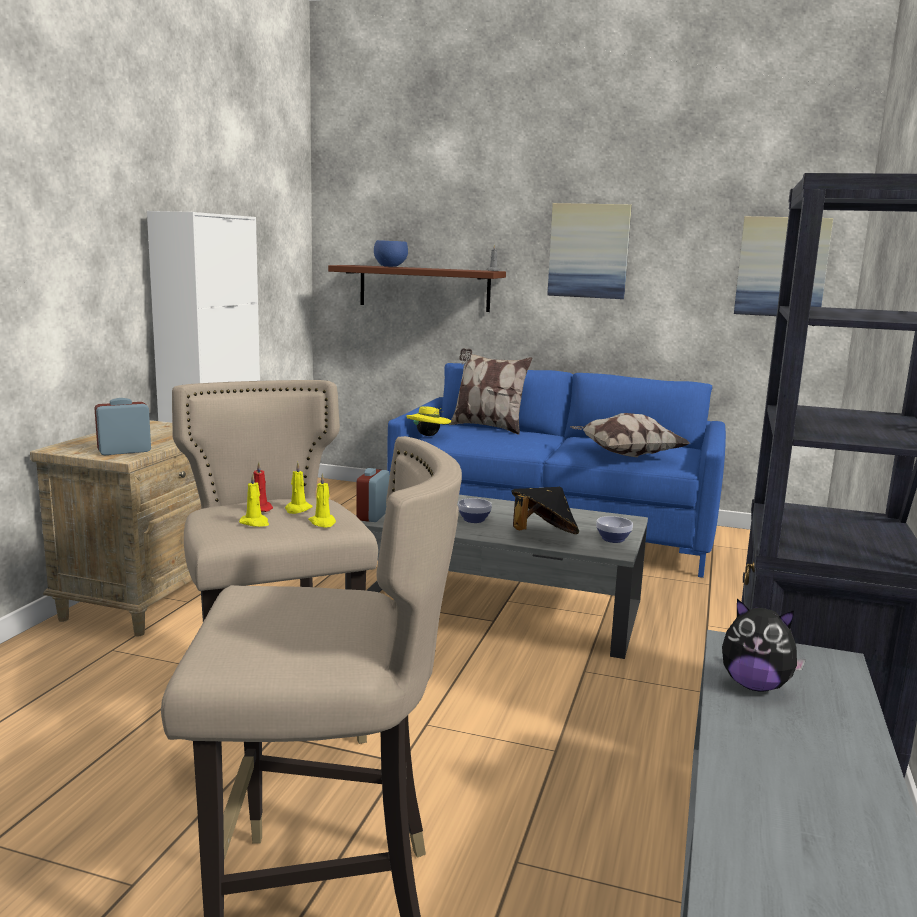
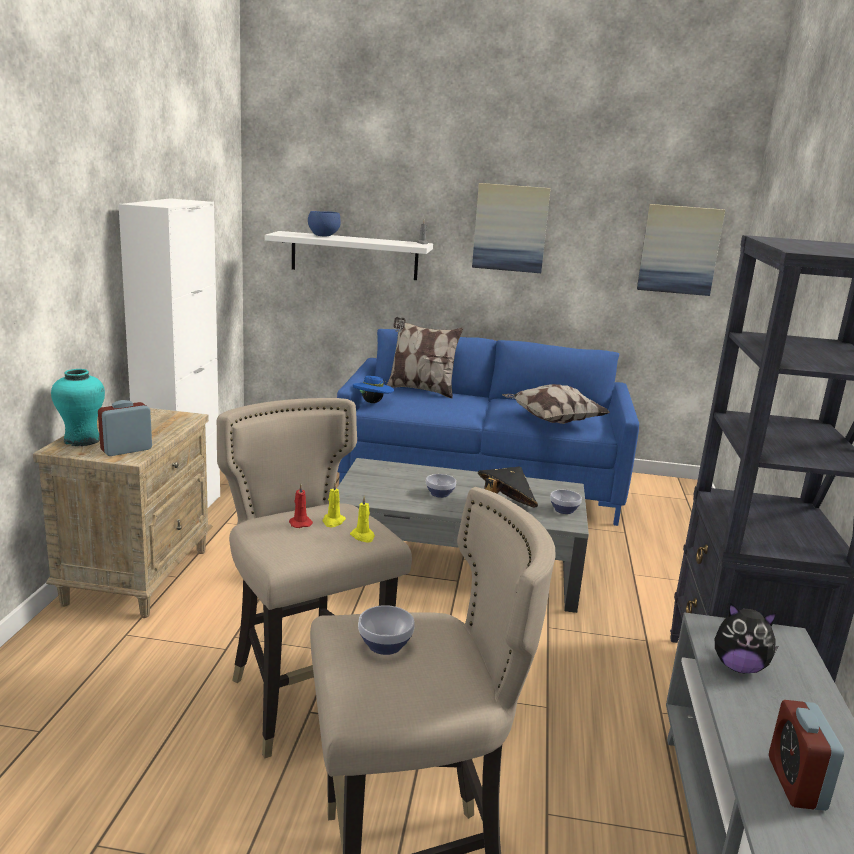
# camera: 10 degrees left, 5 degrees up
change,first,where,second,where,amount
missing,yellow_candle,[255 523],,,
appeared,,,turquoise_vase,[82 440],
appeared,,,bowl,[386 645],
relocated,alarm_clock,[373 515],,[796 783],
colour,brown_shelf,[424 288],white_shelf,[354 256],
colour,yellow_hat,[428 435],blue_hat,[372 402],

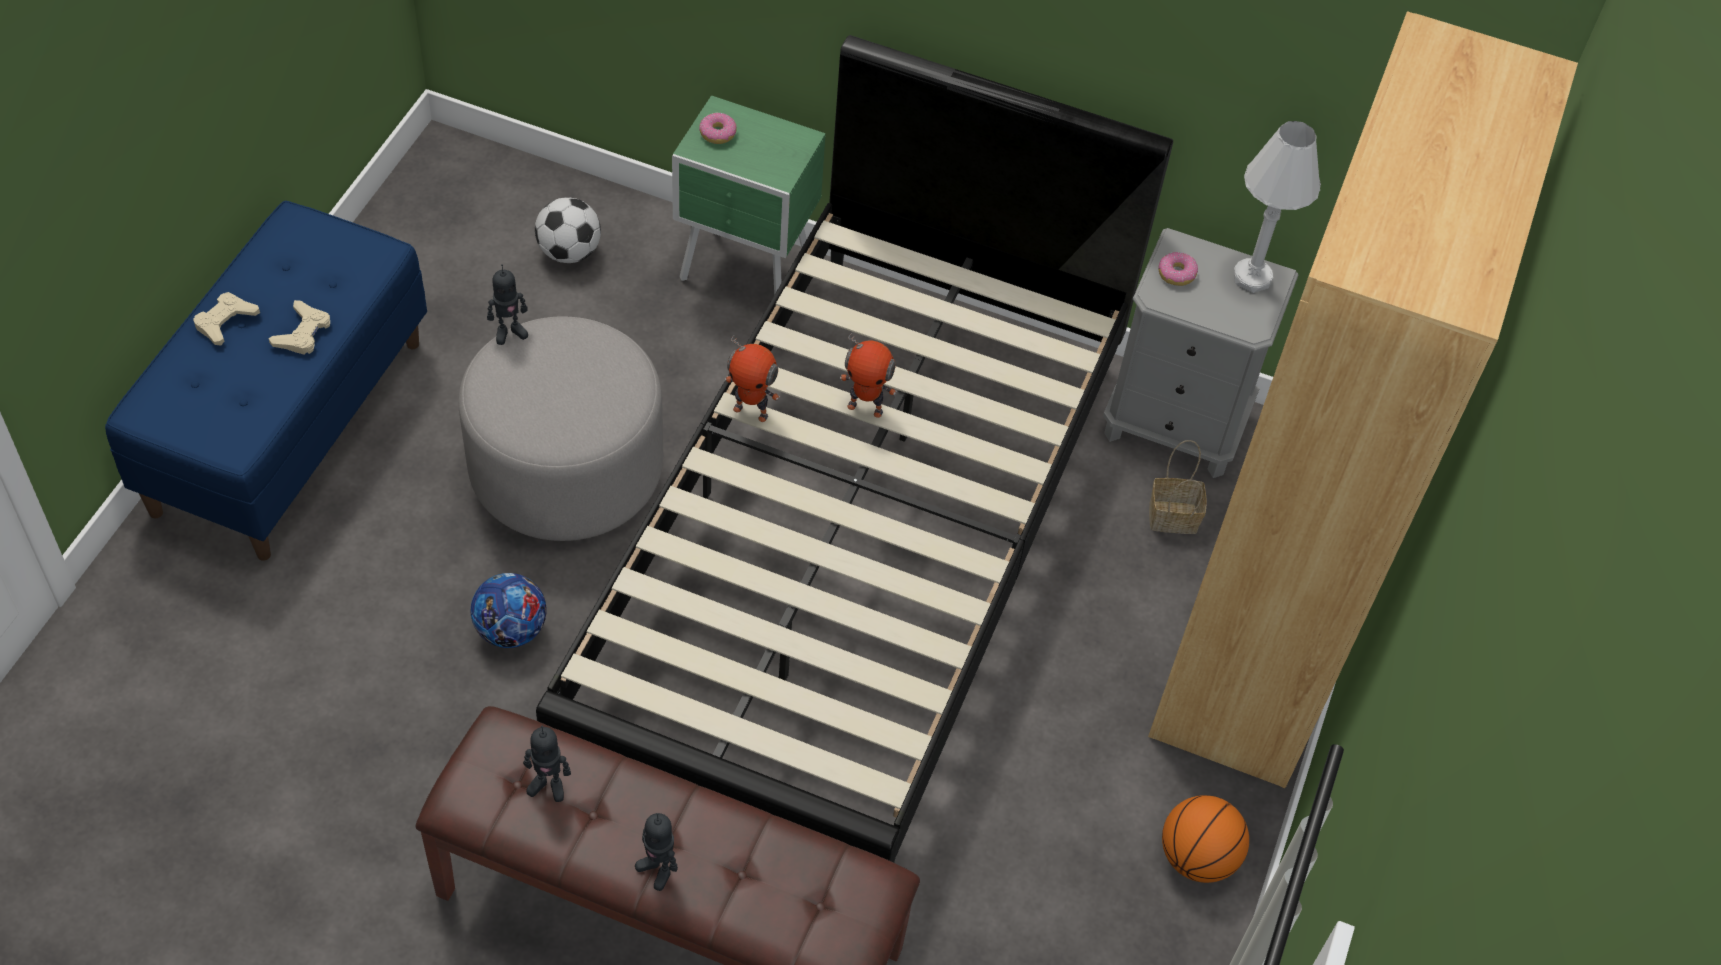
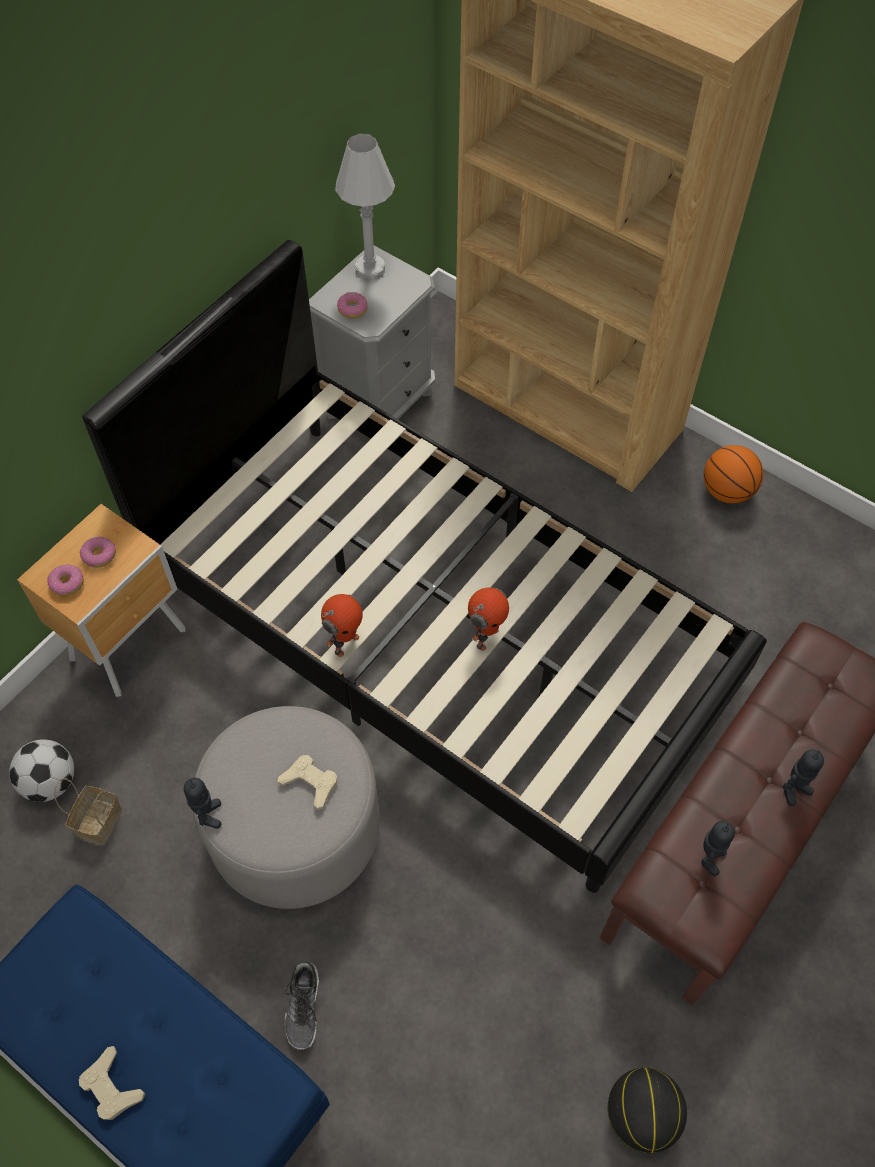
# camera: 70 degrees left, 5 degrees up
change,first,where,second,where,amount
missing,football,[511 630],,,
appeared,,,donut,[99 556],
appeared,,,shoe,[304 1007],
appeared,,,basketball,[640 1115],
relocated,beige_game_controller,[303 333],,[310 783],
relocated,toy_robot,[866 407],,[486 637],
relocated,basket,[1174 516],,[99 820],
colour,green_nightstand,[747 273],brown_nightstand,[131 644],

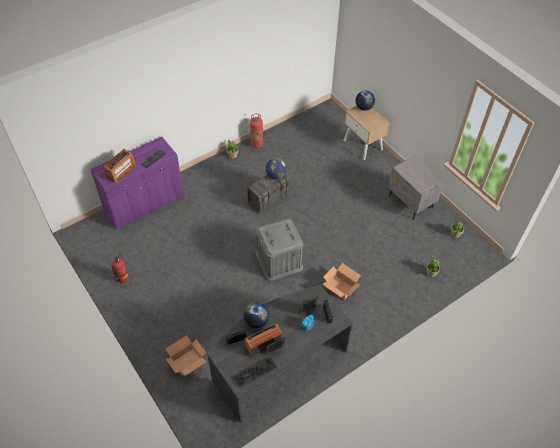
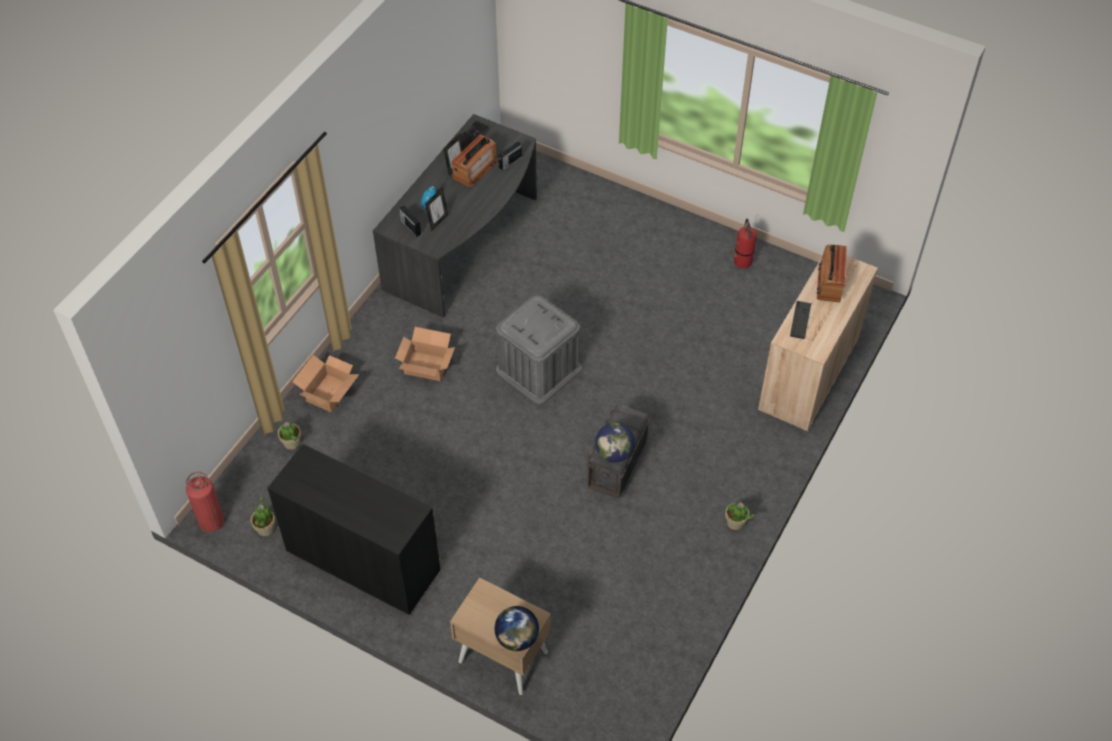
# camera: 155 degrees right, 0 degrees up
change,first,where,second,where,amount
missing,globe,[256 321],,,
relocated,cardboard_box,[187 362],,[329 393],
relocated,fire_extinguisher,[257 144],,[211 522],
exchanged,grey_nightstand,[410 202],black_cabinet,[363 561],
colour,purple_cabinet,[144 203],beige_cabinet,[808 374],

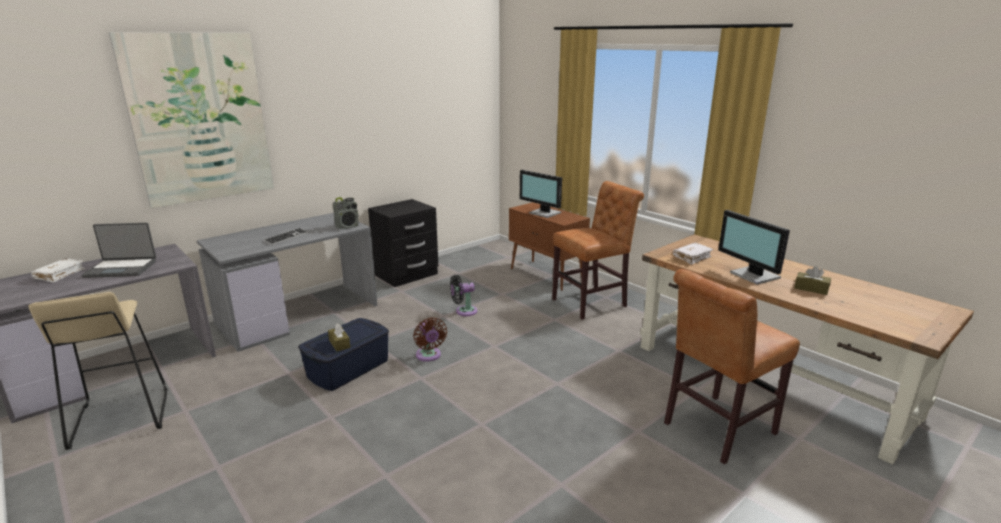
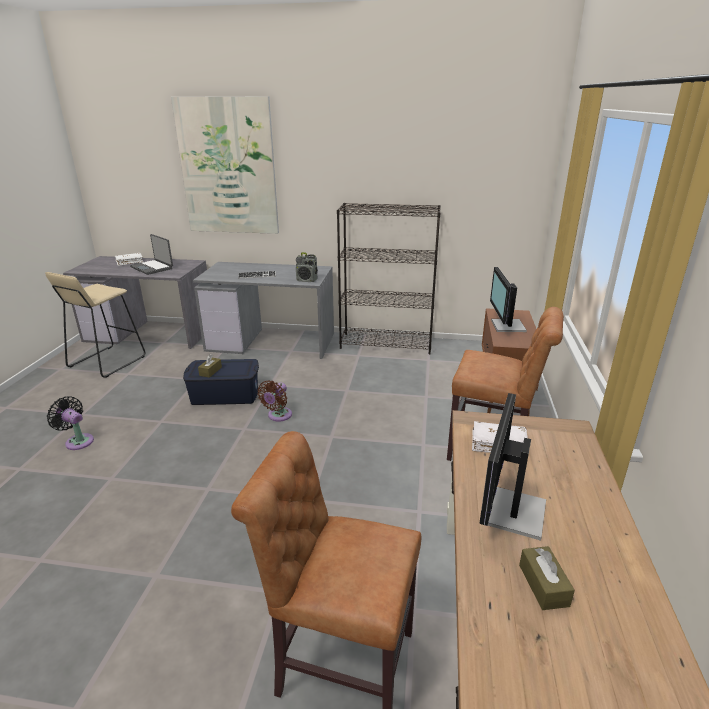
# camera: 50 degrees right, 5 degrees up
change,first,where,second,where,amount
relocated,black_fan,[464 311],,[78 441],
exchanged,black_nightstand,[406 275],black_bookcase,[386 343],

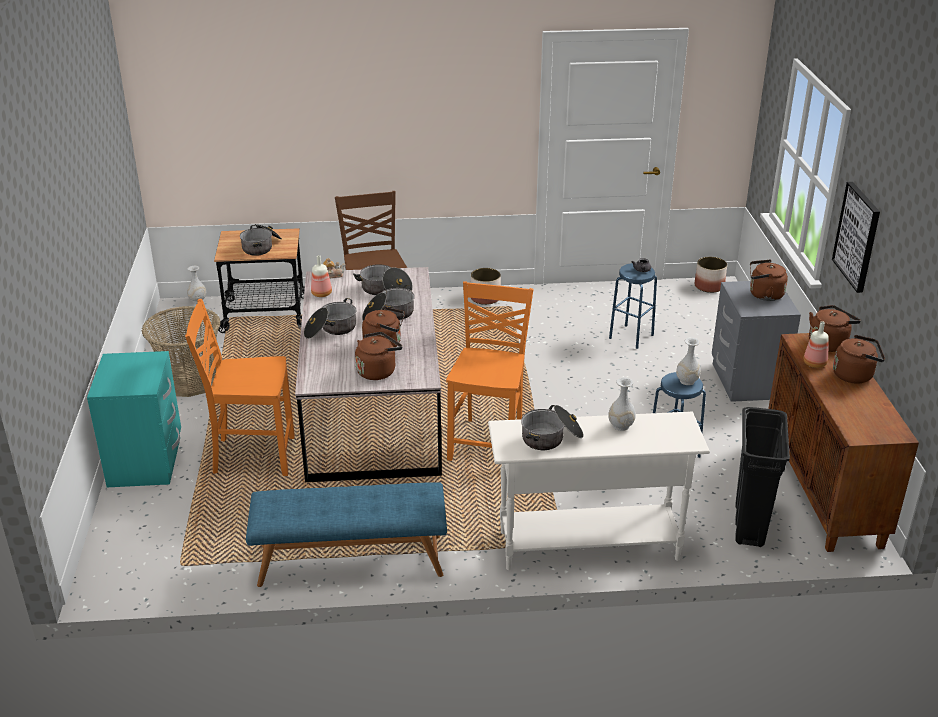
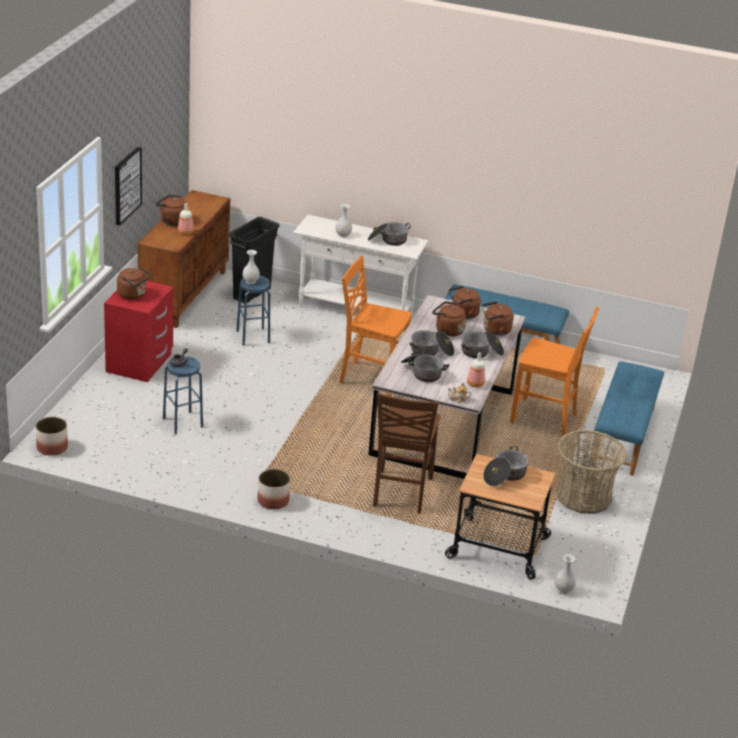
# camera: 160 degrees left, 0 degrees up
change,first,where,second,where,amount
relocated,brown_kettle,[828 343],,[495 331],
exchanged,turquoise_nightstand,[146 462],blue_bench,[623 437],
colour,grey_nightstand,[746 381],red_nightstand,[140 363],
spun,orange_chair,[488 442],,[370 379],75 degrees clockwise

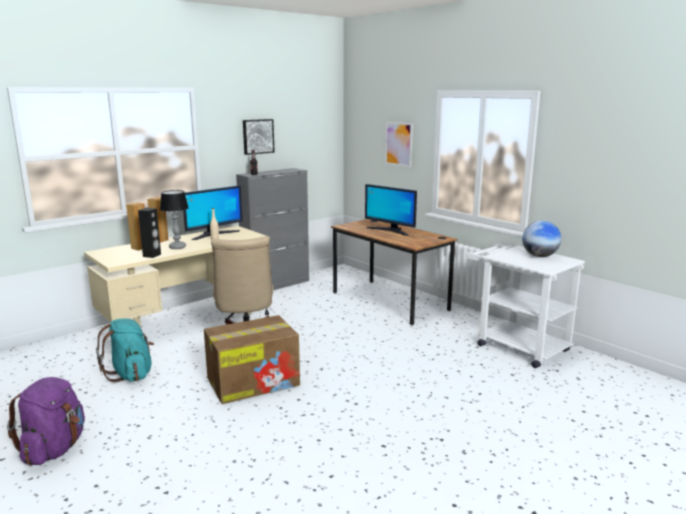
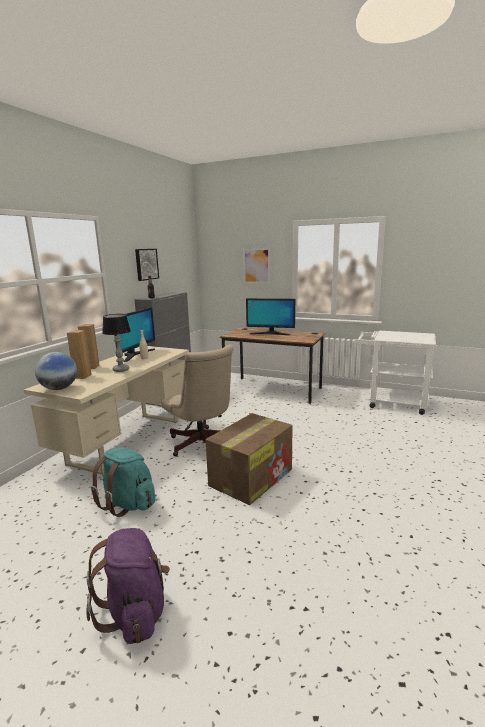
# camera: 25 degrees left, 0 degrees up
change,first,where,second,where,amount
missing,black_speaker,[152 255],,,
relocated,globe,[539 256],,[59 388],

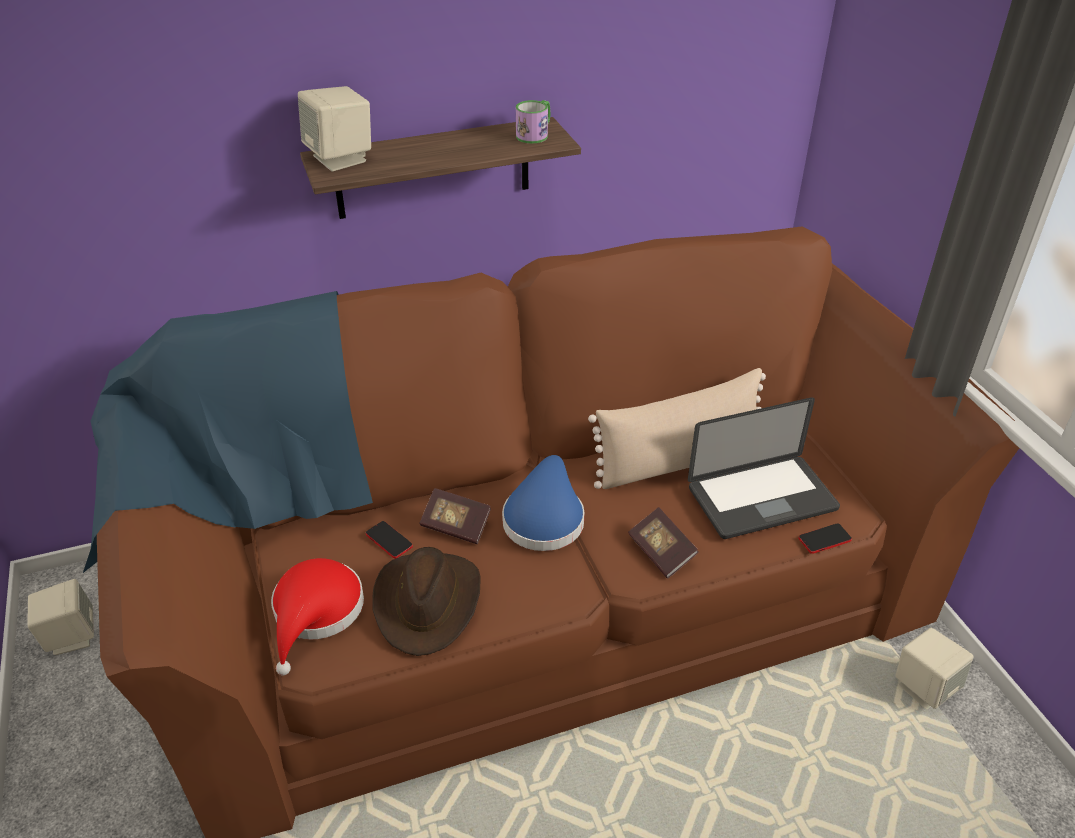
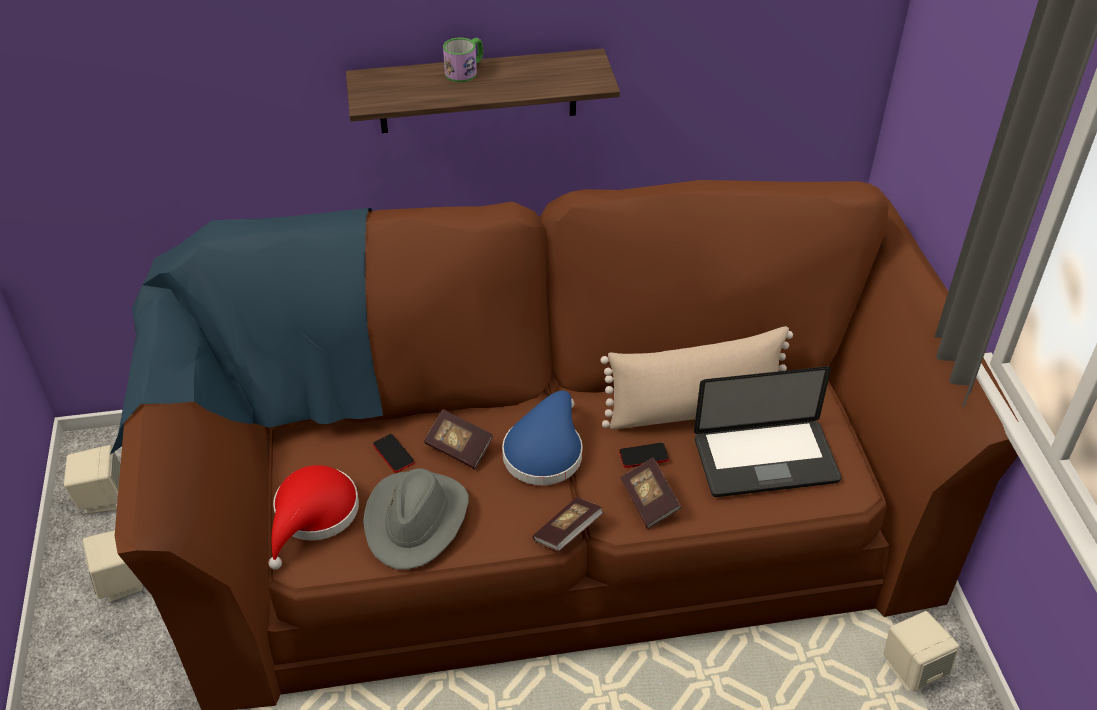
# camera: 10 degrees right, 5 degrees up
change,first,where,second,where,amount
appeared,,,book,[567 532],
relocated,beige_speaker,[340 159],,[123 582],
relocated,mug,[535 134],,[465 71],
relocated,phone,[824 539],,[643 456],
colour,brown_hat,[428 603],grey_hat,[416 520],

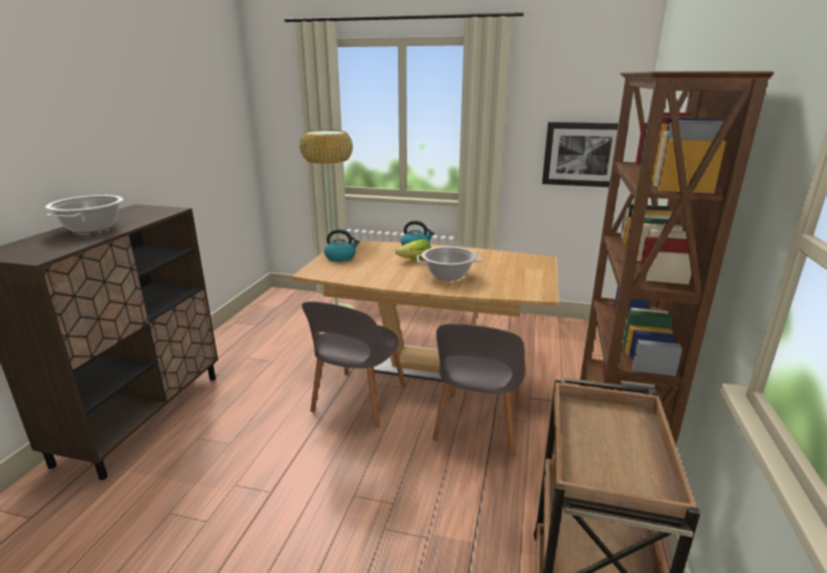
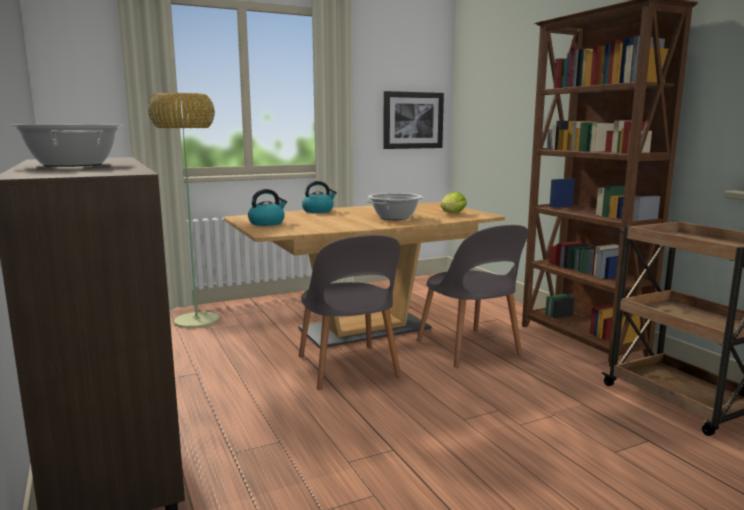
# camera: 40 degrees left, 10 degrees down
change,first,where,second,where,amount
relocated,lettuce,[415 260],,[452 213],

